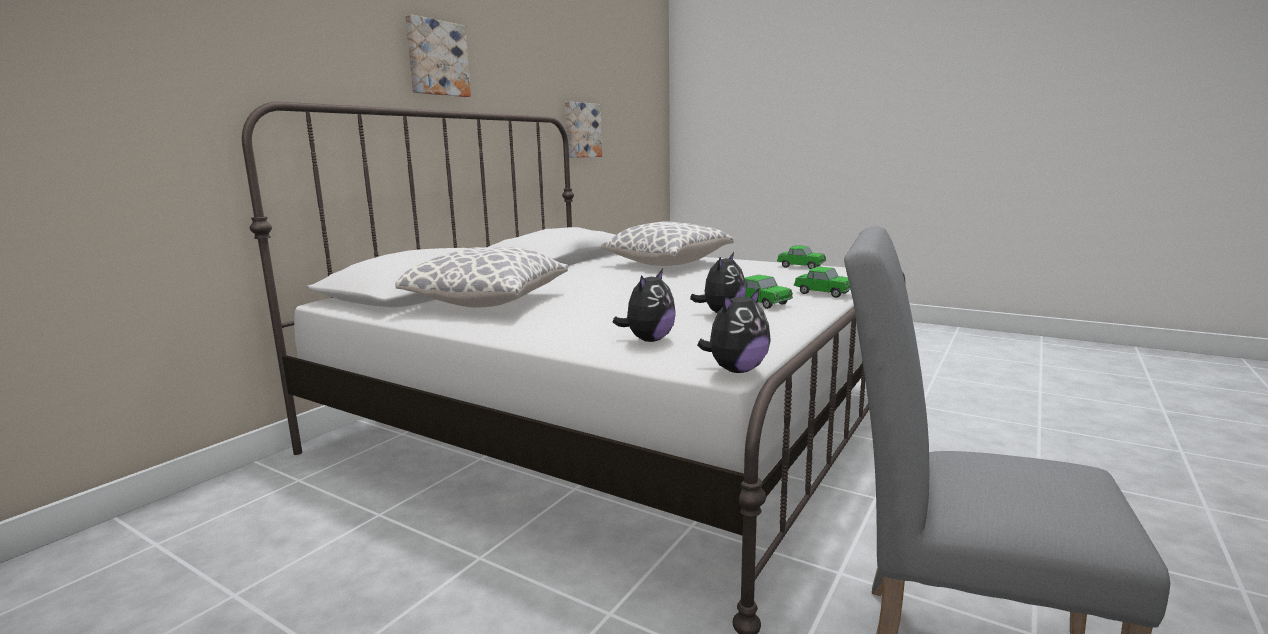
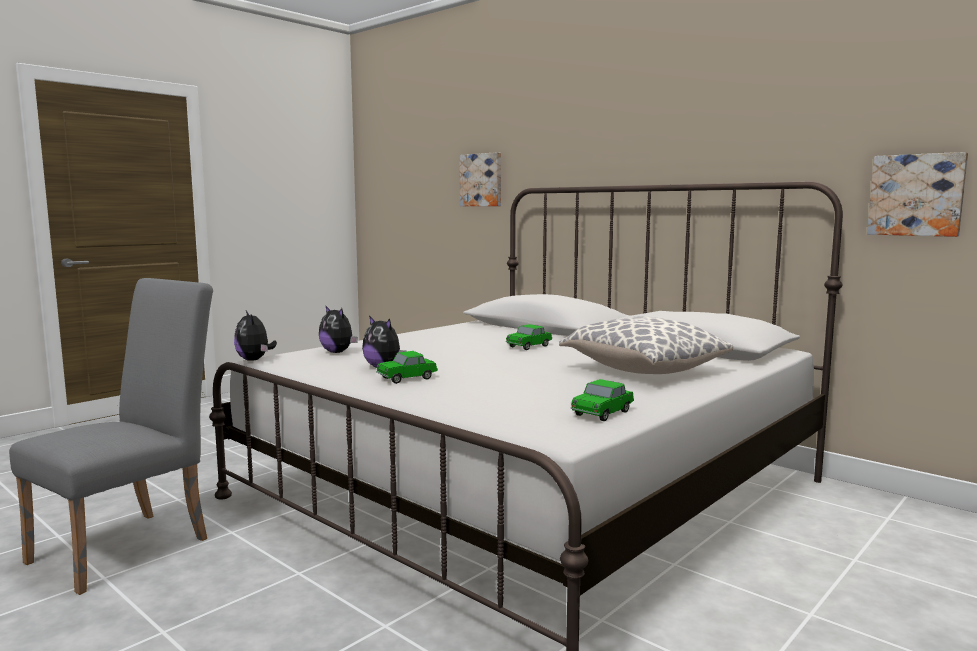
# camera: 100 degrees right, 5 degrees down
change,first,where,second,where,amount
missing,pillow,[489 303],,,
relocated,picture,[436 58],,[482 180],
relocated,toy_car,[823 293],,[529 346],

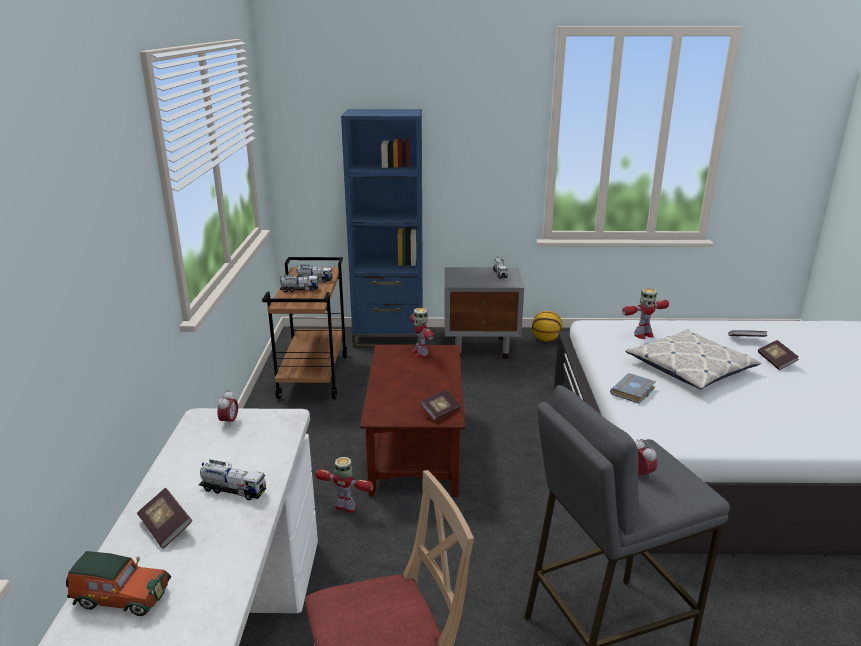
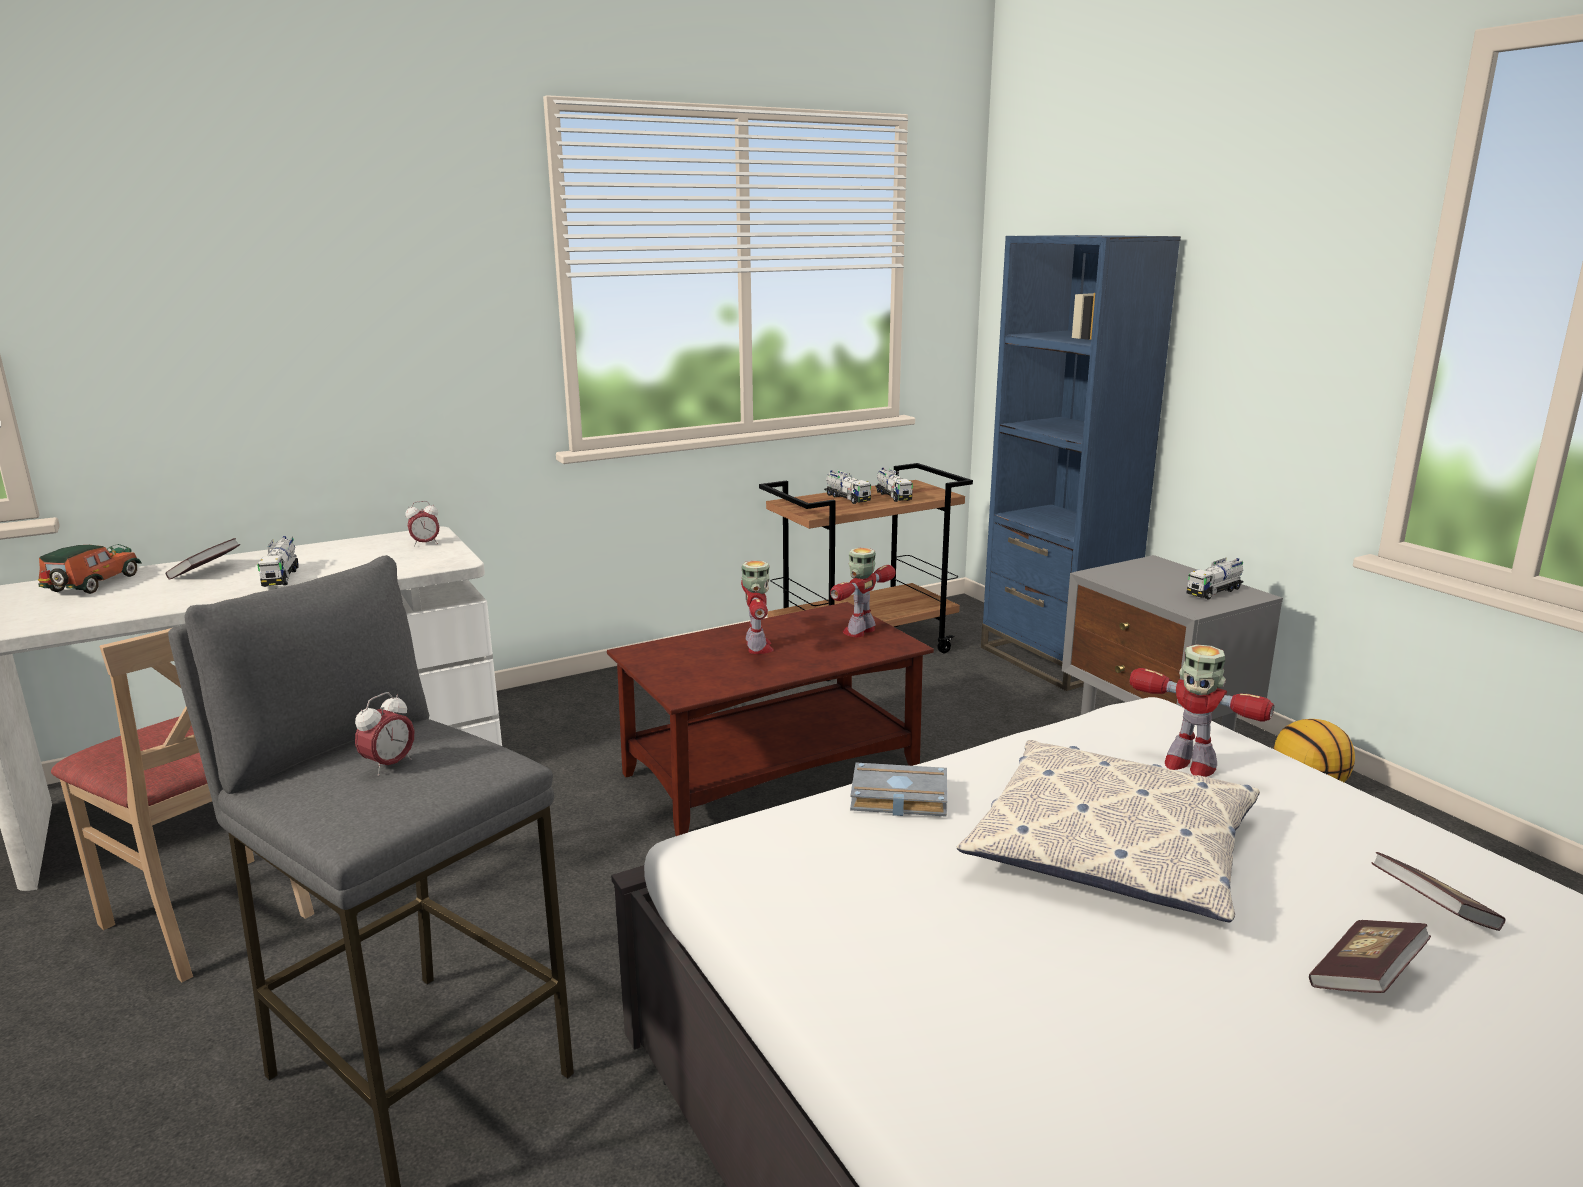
# camera: 60 degrees right, 5 degrees down
change,first,where,second,where,amount
missing,book,[440 412],,,
relocated,toy_robot,[346 507],,[758 648],
spun,toy_car,[119 596],,[91 585],150 degrees counterclockwise

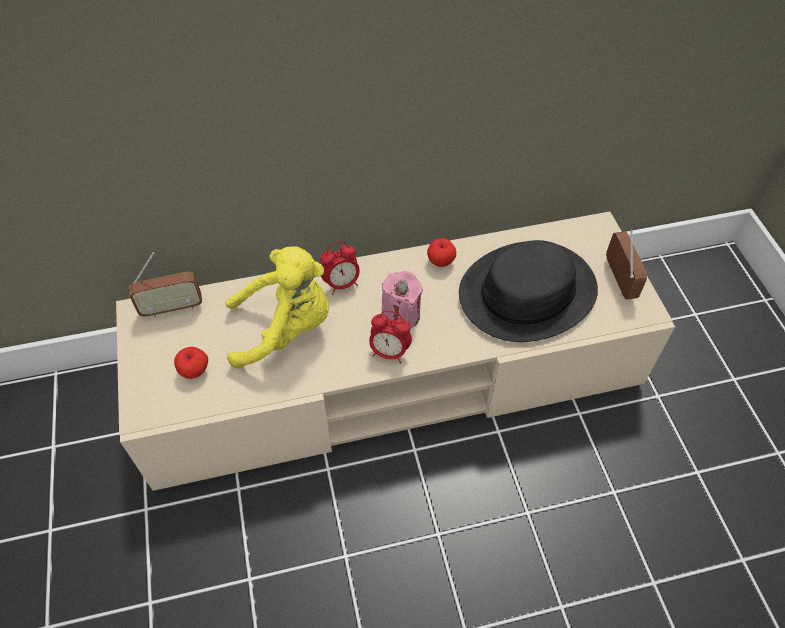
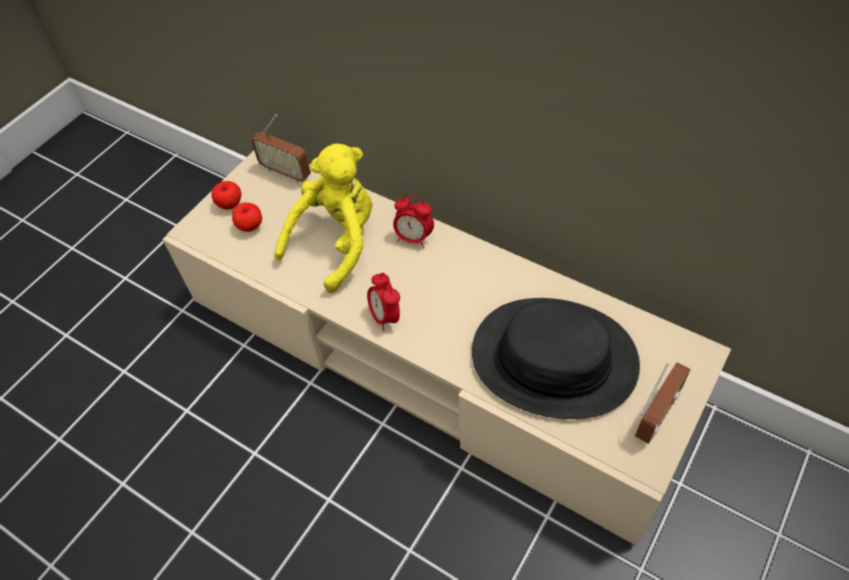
# camera: 50 degrees right, 0 degrees up
change,first,where,second,where,amount
missing,pink_candle,[400 315],,,
relocated,apple,[441 261],,[230 204],
spun,yellow_plush_toy,[285 329],,[337 242],90 degrees counterclockwise

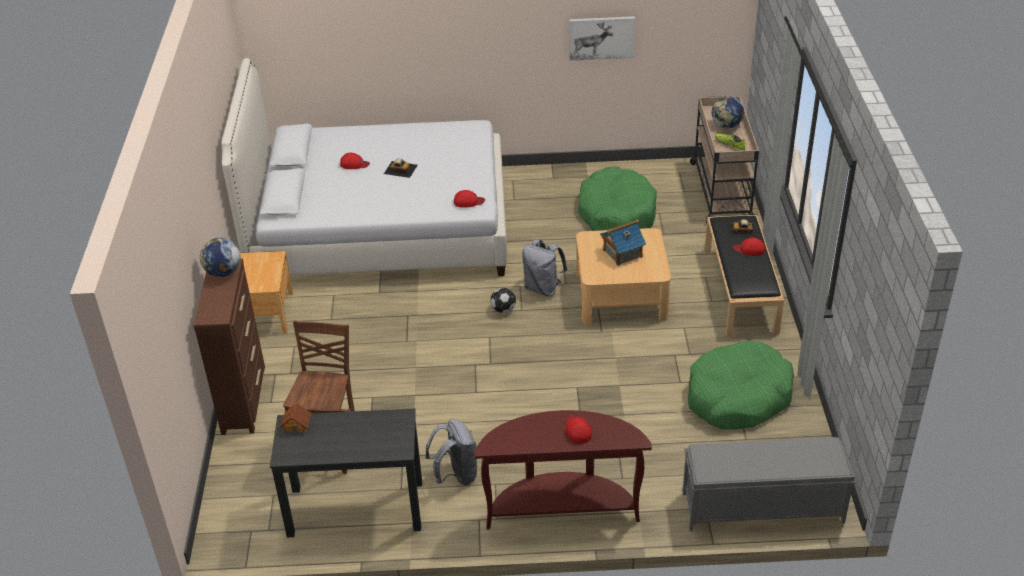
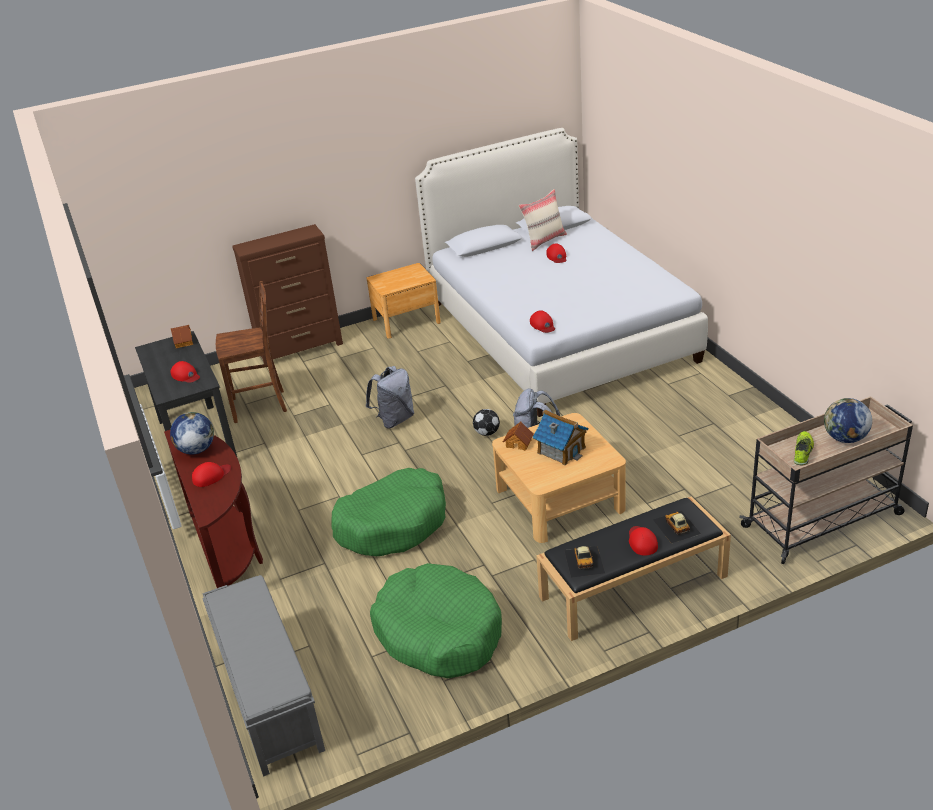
# camera: 70 degrees right, 5 degrees down
change,first,where,second,where,amount
missing,picture,[601 37],,,
appeared,,,red_cap,[186 375],
appeared,,,toy_house,[519 443],
appeared,,,beige_pillow,[544 240],
relocated,globe,[223 272],,[196 450],
relocated,toy_car,[400 169],,[584 561],
relocated,grey_backpack,[456 475],,[394 419],
relocated,green_dog_bed,[617 214],,[393 523],

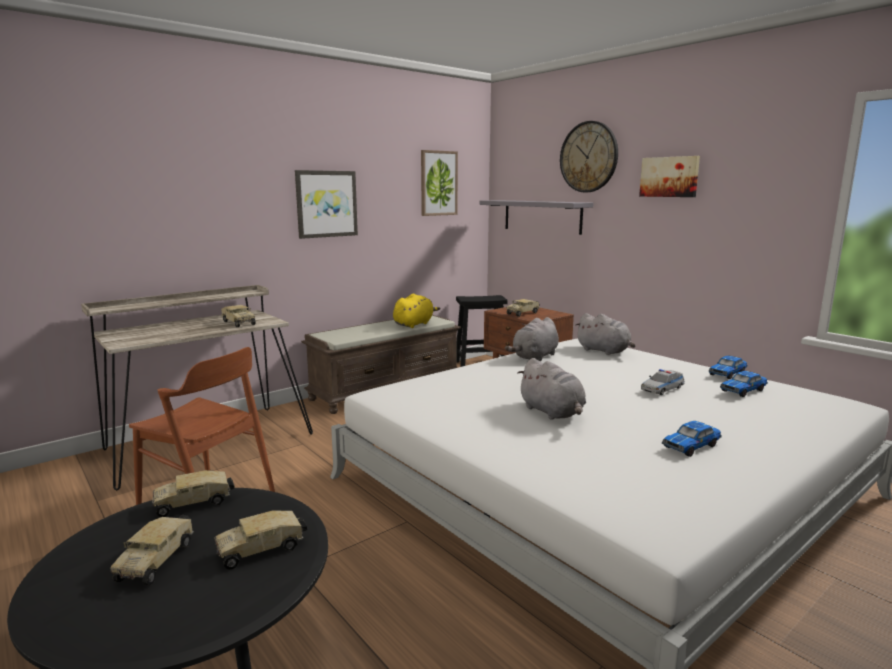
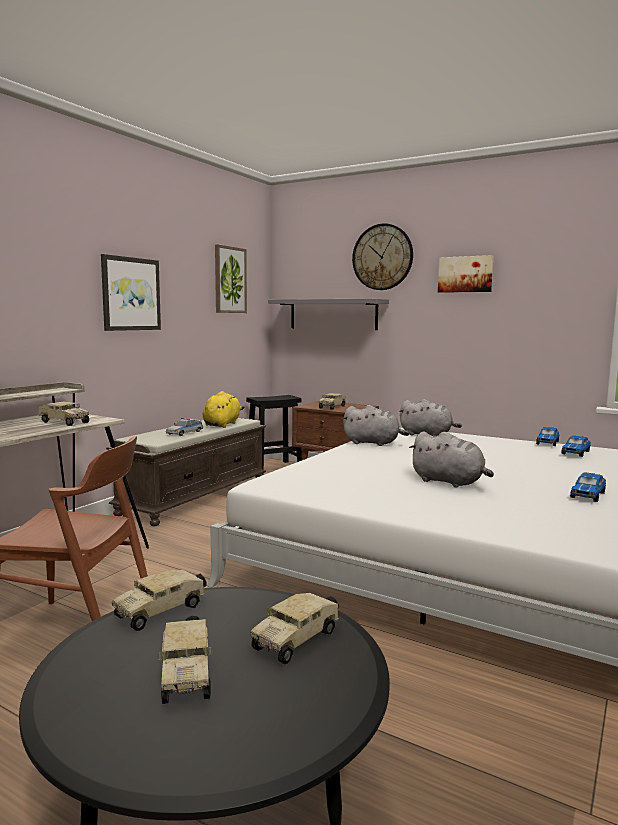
# camera: 20 degrees left, 5 degrees down
change,first,where,second,where,amount
relocated,toy_car,[662 389],,[184 433],
spun,grey_plush_toy,[534 357],,[373 443],90 degrees counterclockwise

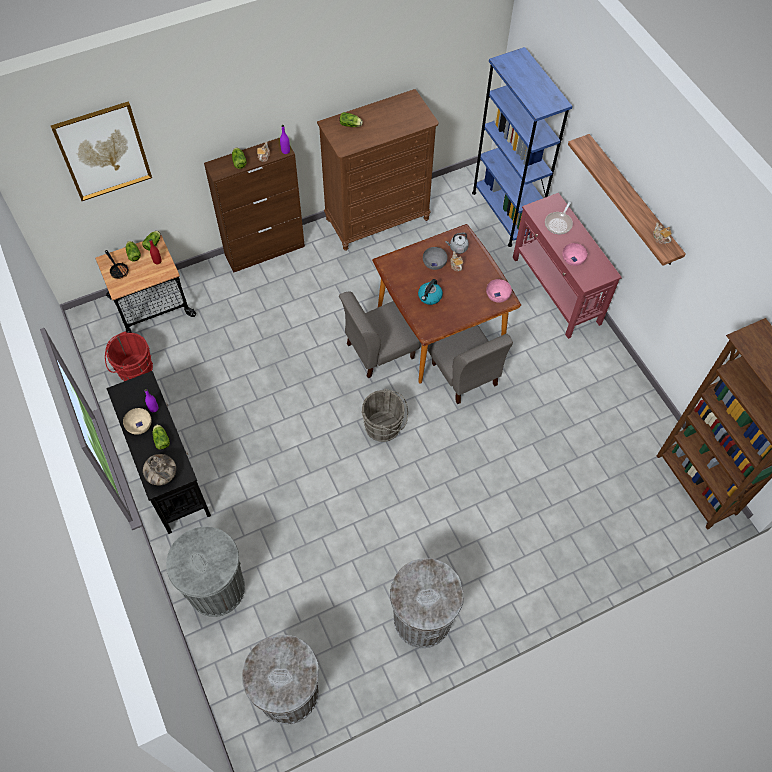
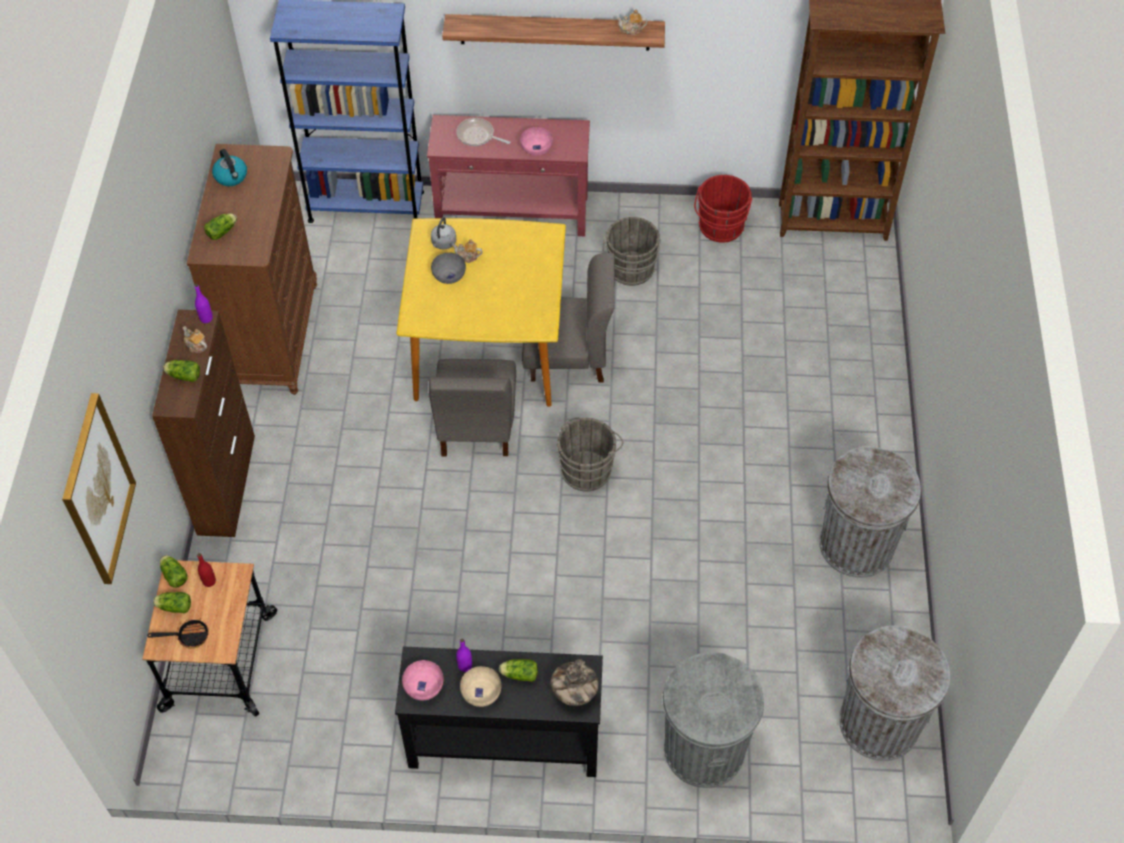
# camera: 60 degrees left, 5 degrees down
change,first,where,second,where,amount
appeared,,,grey_bucket,[630 271],
relocated,red_bucket,[133 369],,[720 228],
relocated,kettle,[429 297],,[231 176],
relocated,pink_bowl,[497 296],,[424 687],
colour,brown_dining_table,[440 329],yellow_dining_table,[488 350],
spun,frying_pan,[559 223],,[477 136],150 degrees clockwise

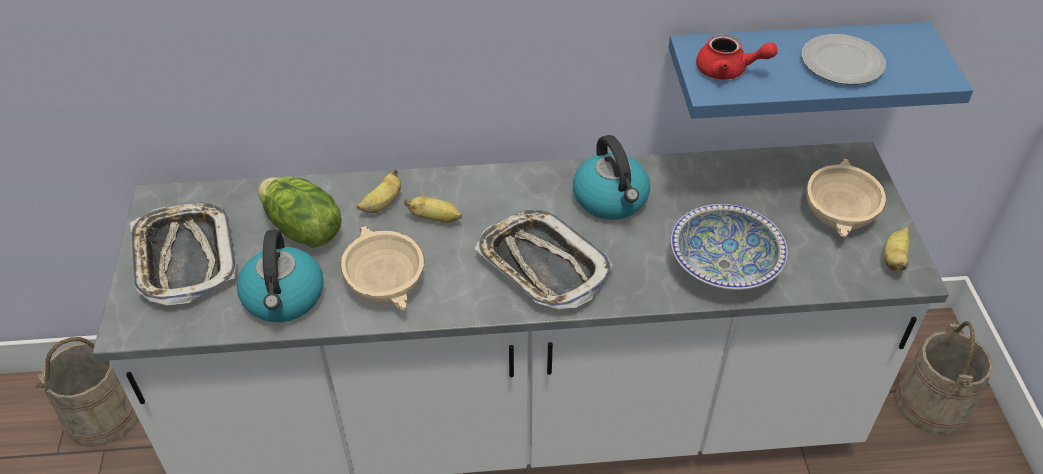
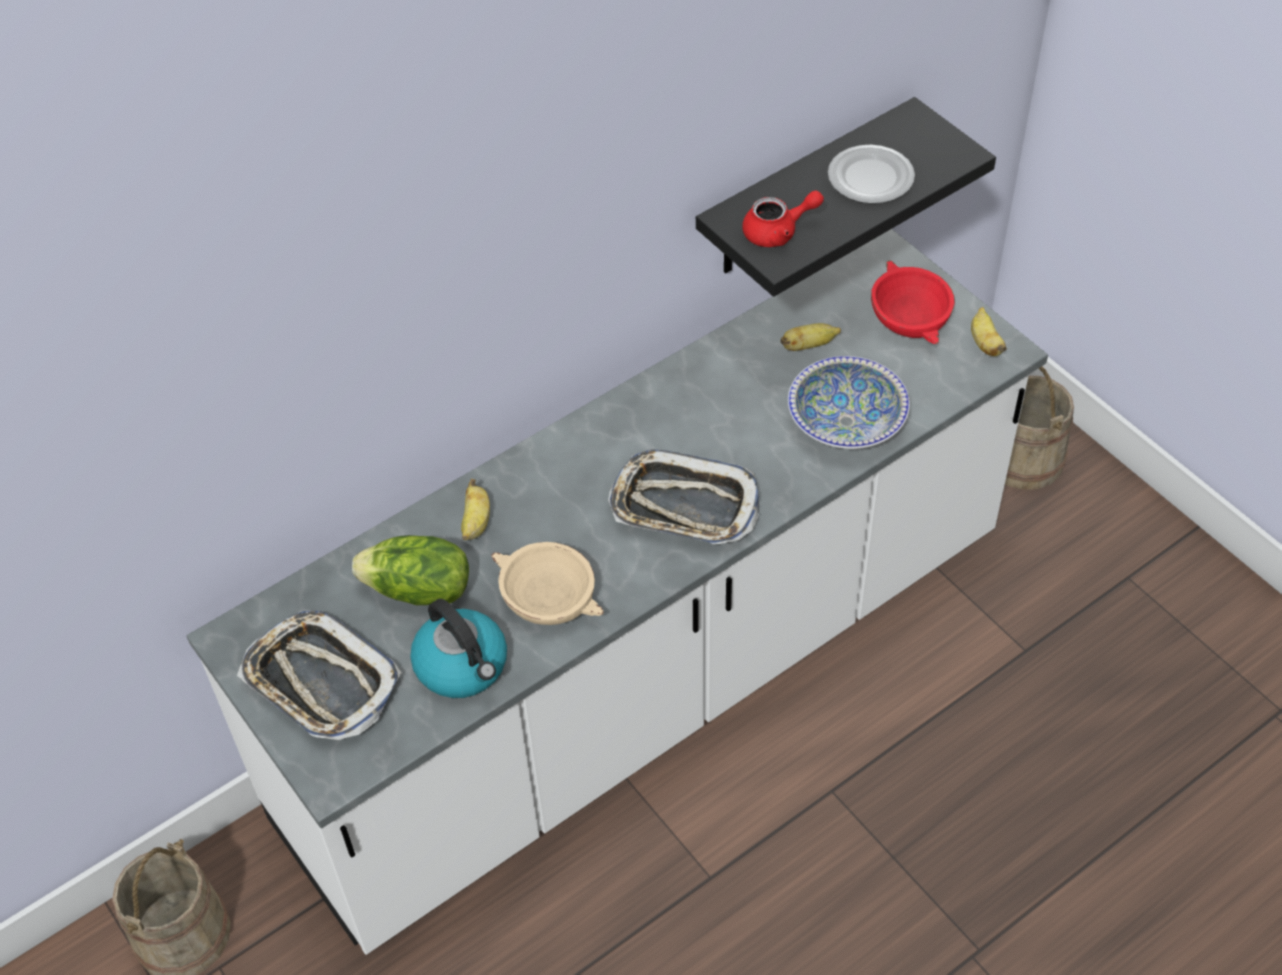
# camera: 30 degrees left, 5 degrees up
change,first,where,second,where,amount
missing,kettle,[611 199],,,
relocated,banana,[436 219],,[808 346],
colour,blue_shelf,[792 65],black_shelf,[805 191],
colour,beige_bowl,[840 213],red_bowl,[911 318],

